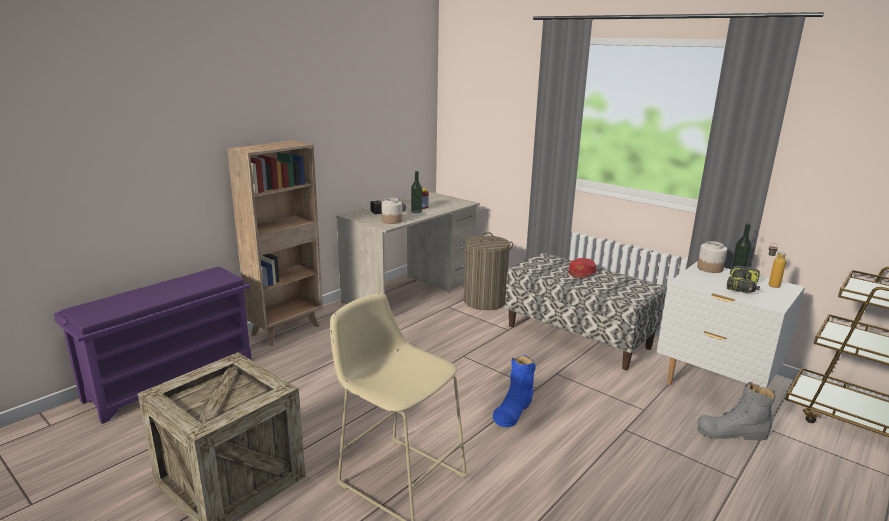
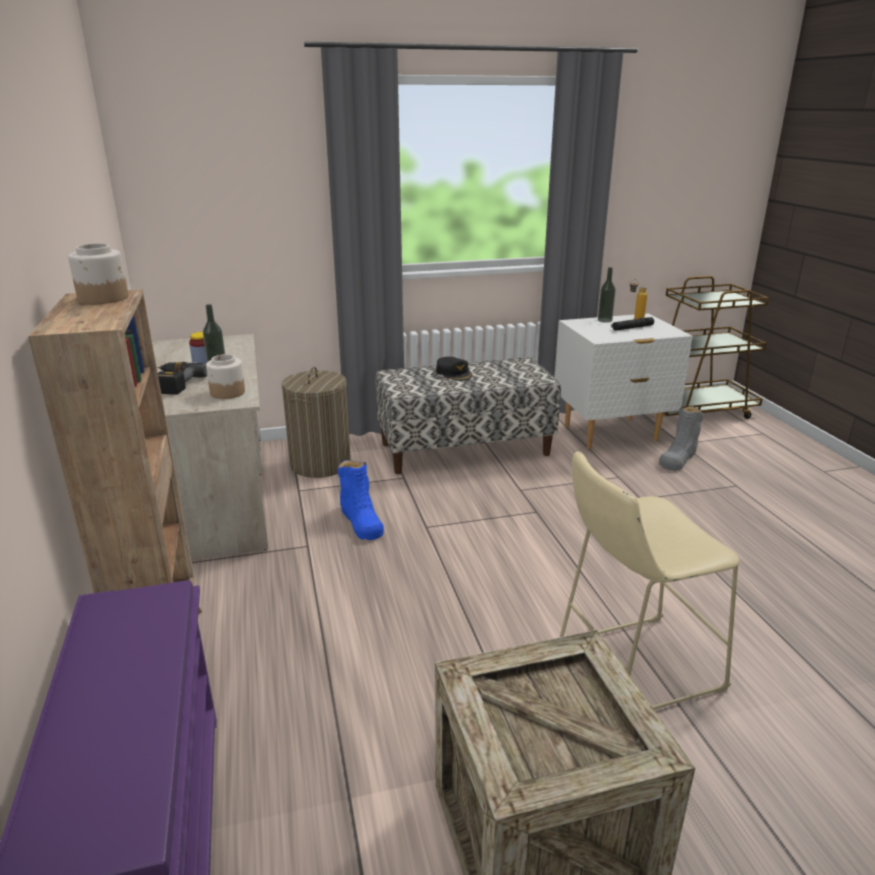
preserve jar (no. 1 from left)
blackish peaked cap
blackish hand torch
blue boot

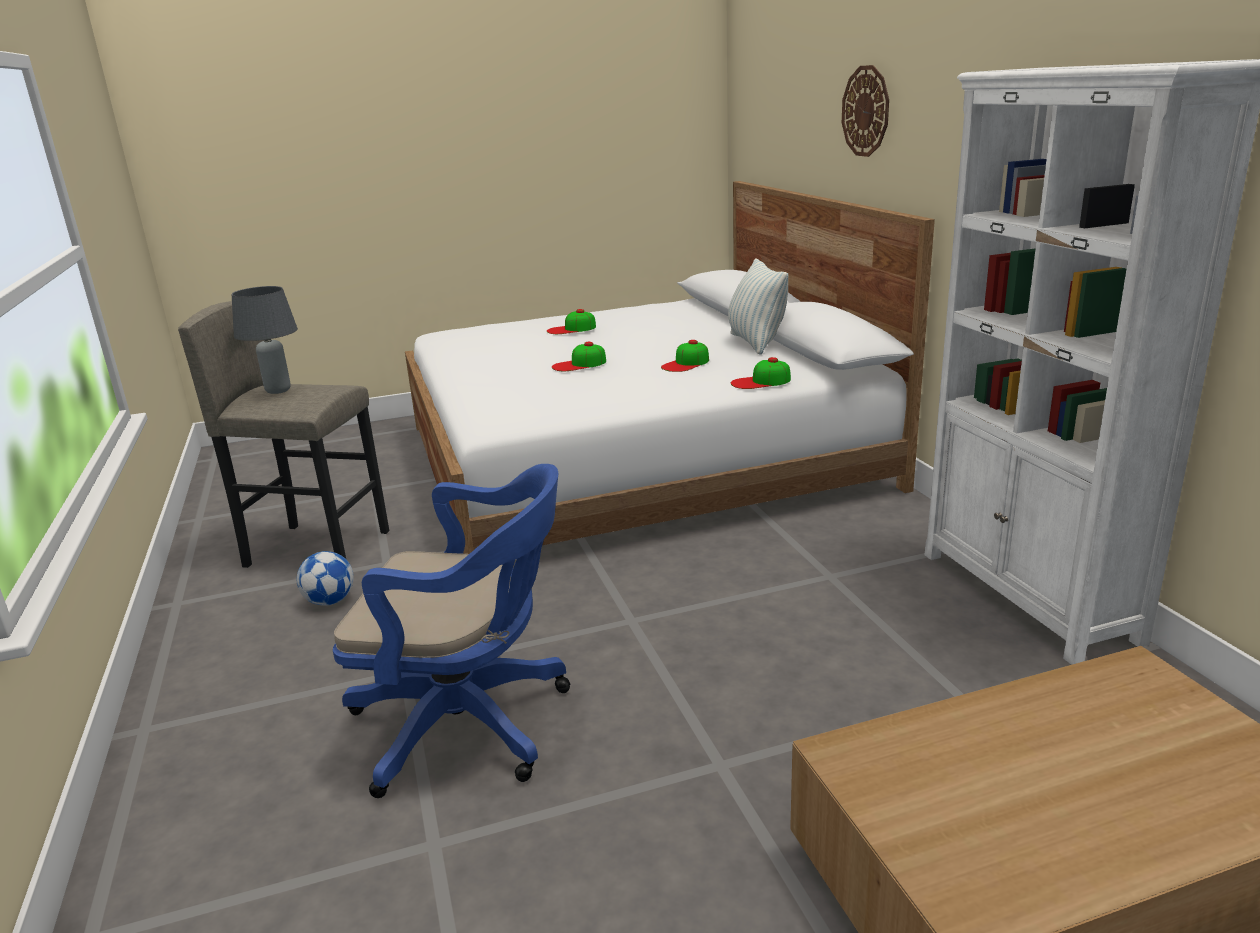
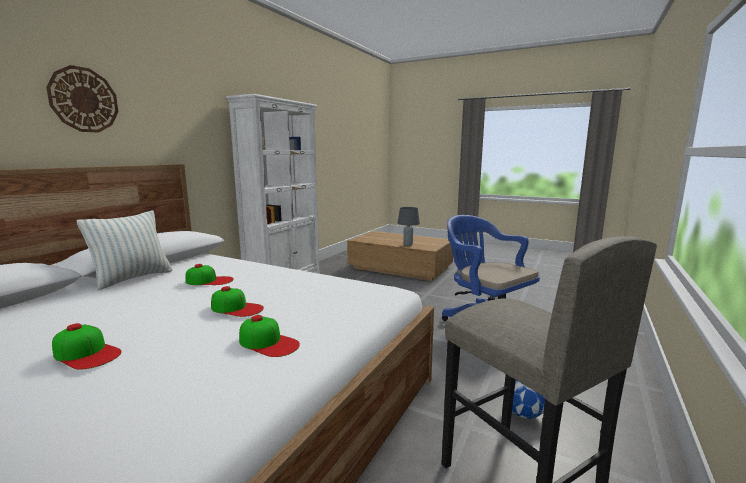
gray lamp for a table
peaked cap (no. 4 from left)

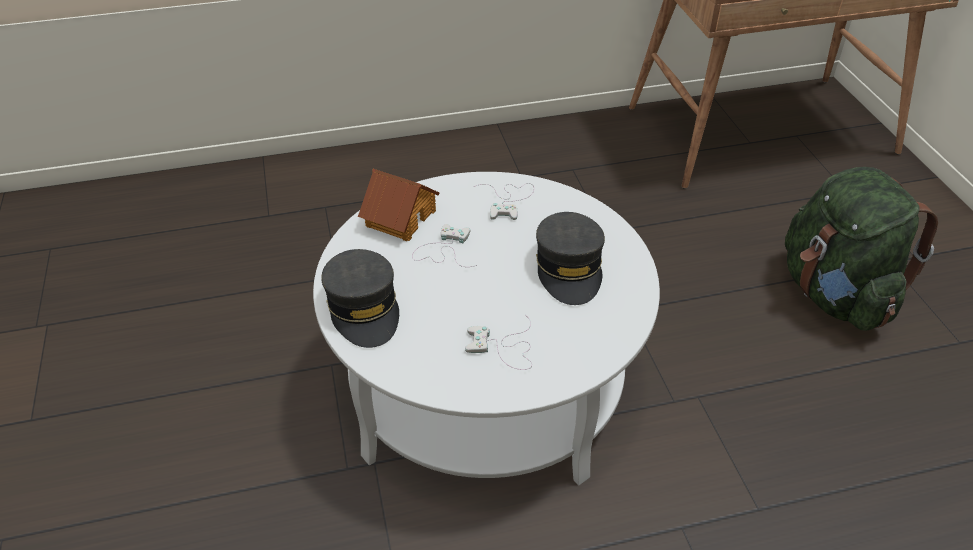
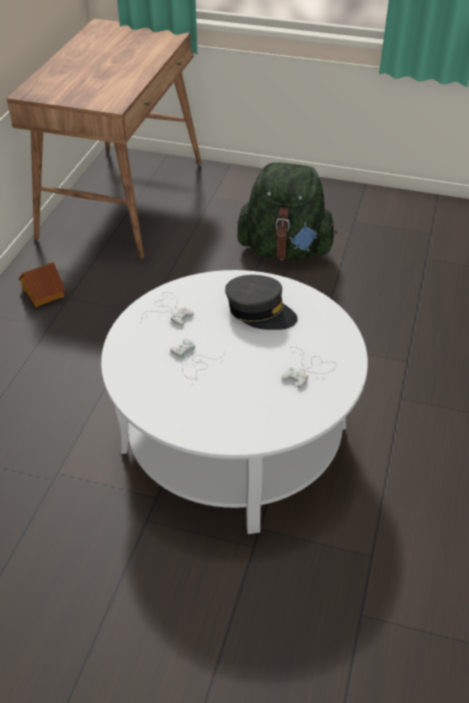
miniature house
gray peaked cap (no. 1 from left in the first image)

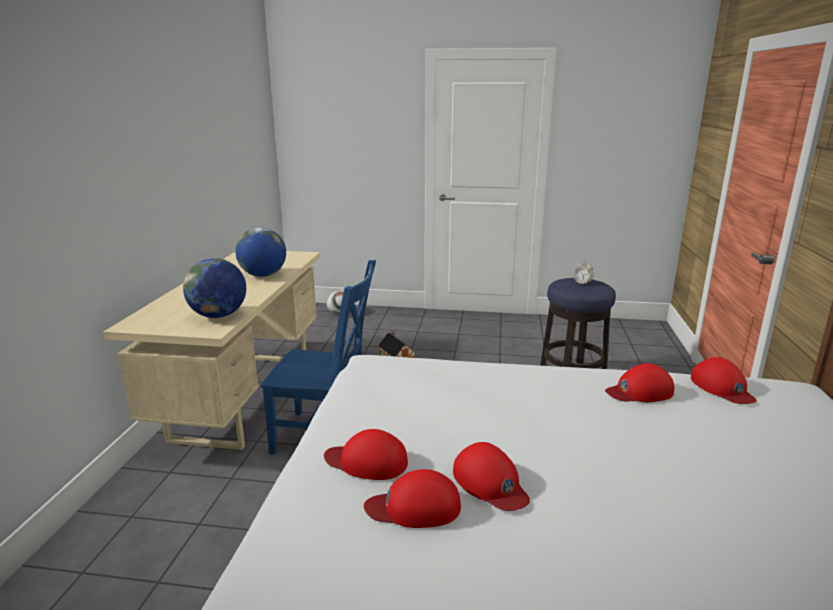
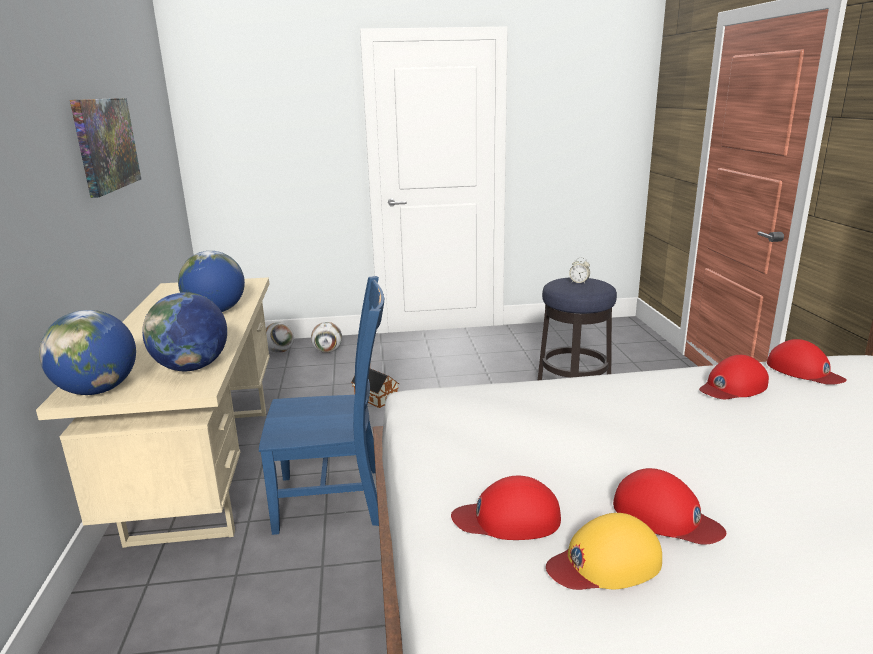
yellow peaked cap
wall picture
globe (no. 1 from left)
ball for football (no. 2 from left)

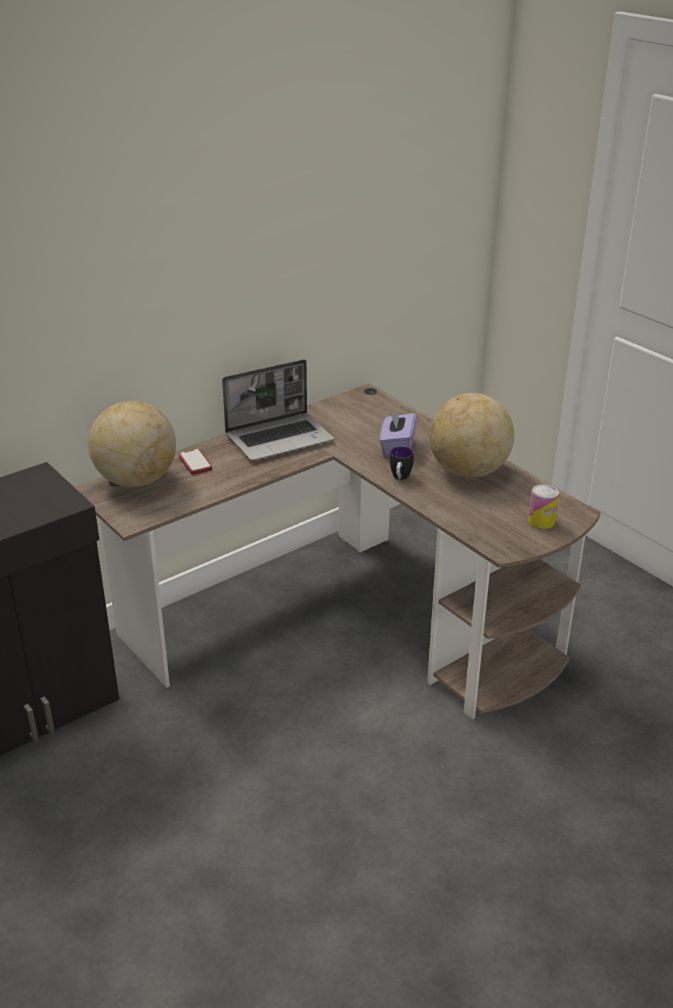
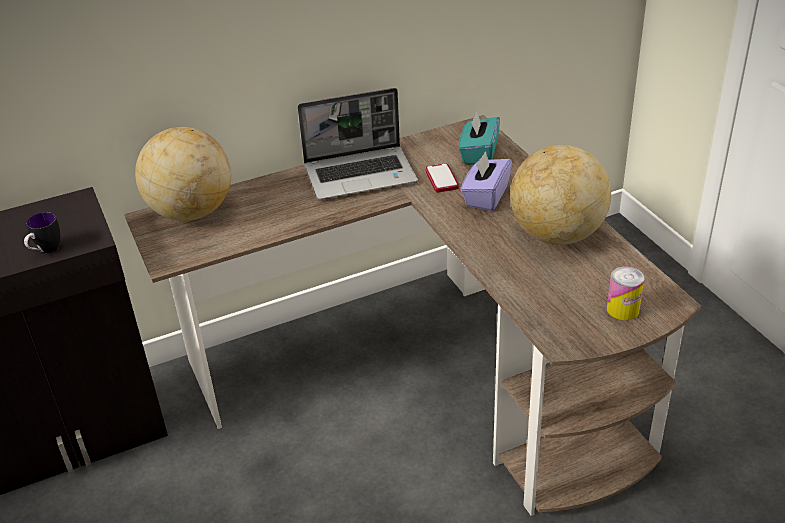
tea mug
handset
turquoise box of tissues

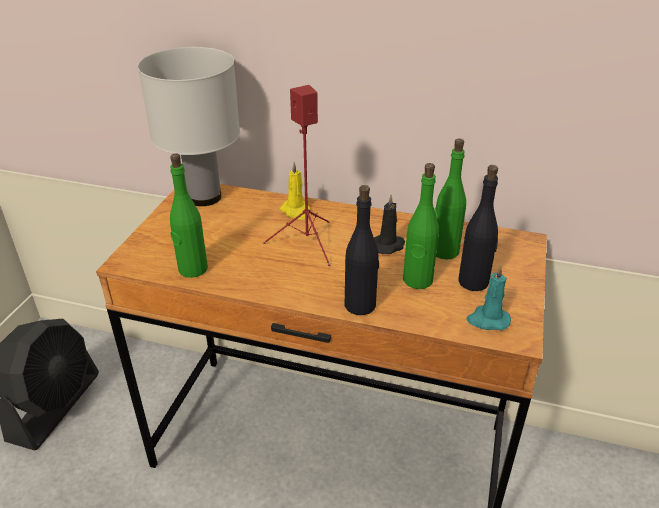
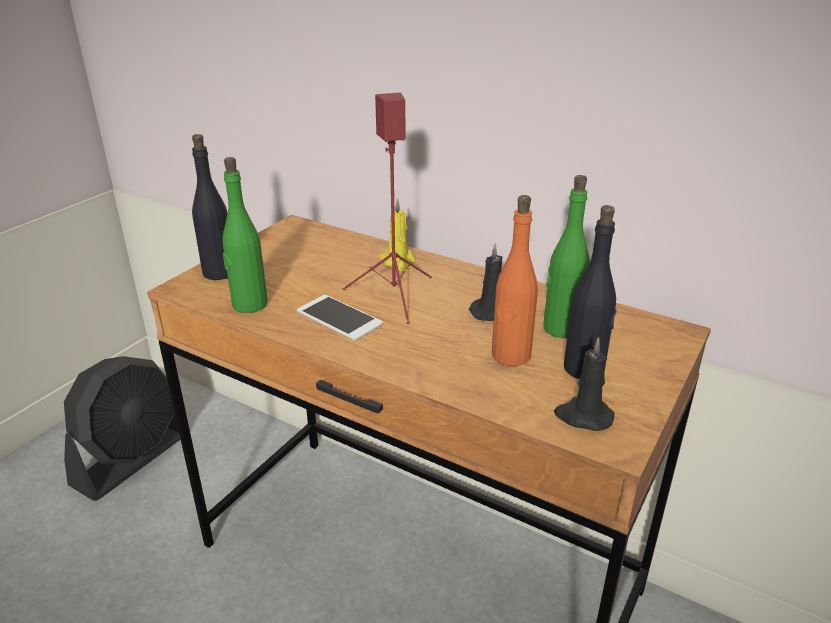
white lamp for a table
orangey beverage bottle
blackish beverage bottle (no. 1 from left)
blackish candle (no. 2 from left)
handset

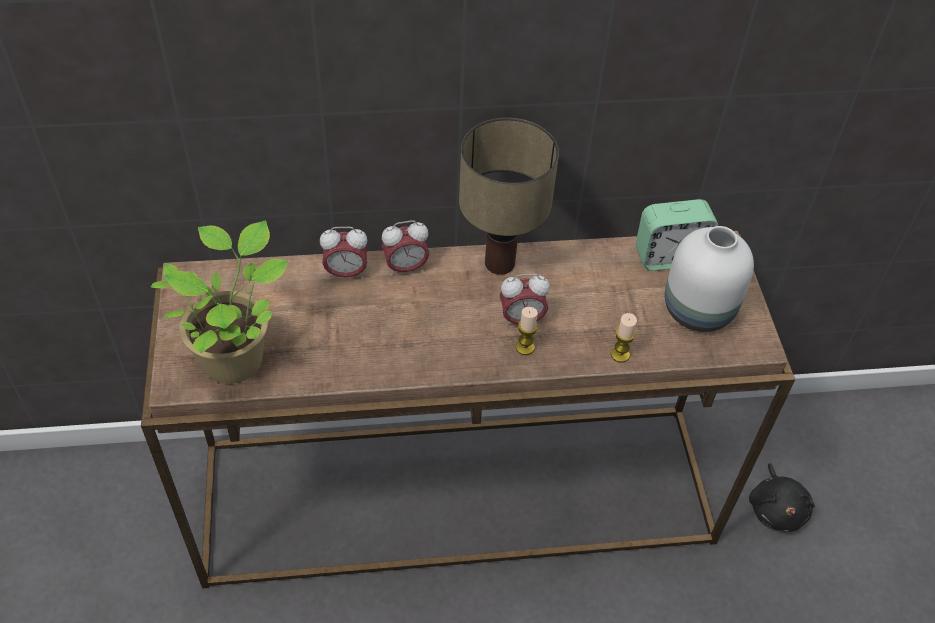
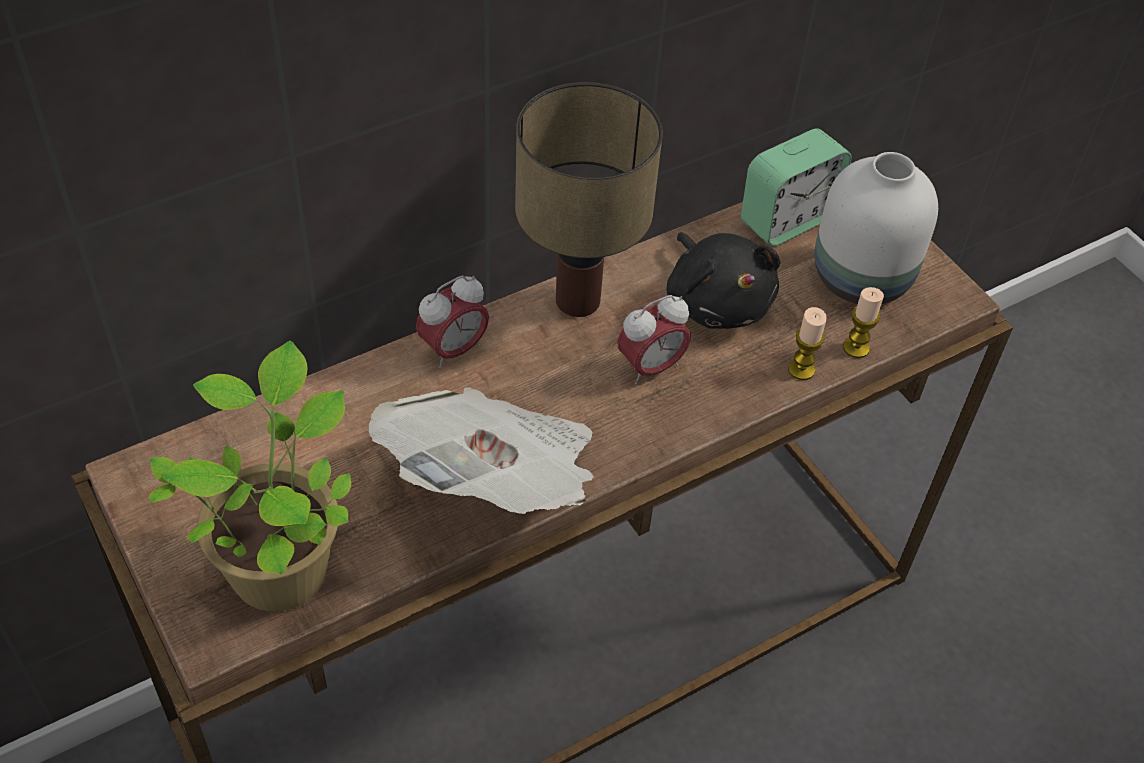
table clock (no. 1 from left in the first image)
candle (no. 2 from left)
blackish plush toy
printed paper

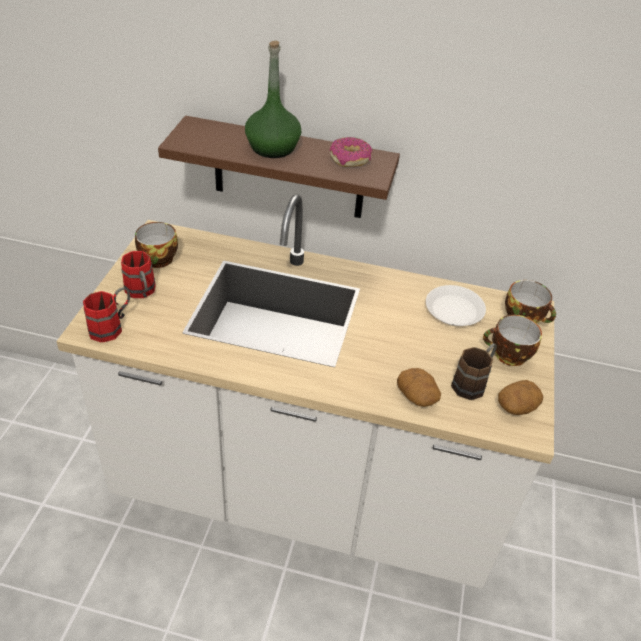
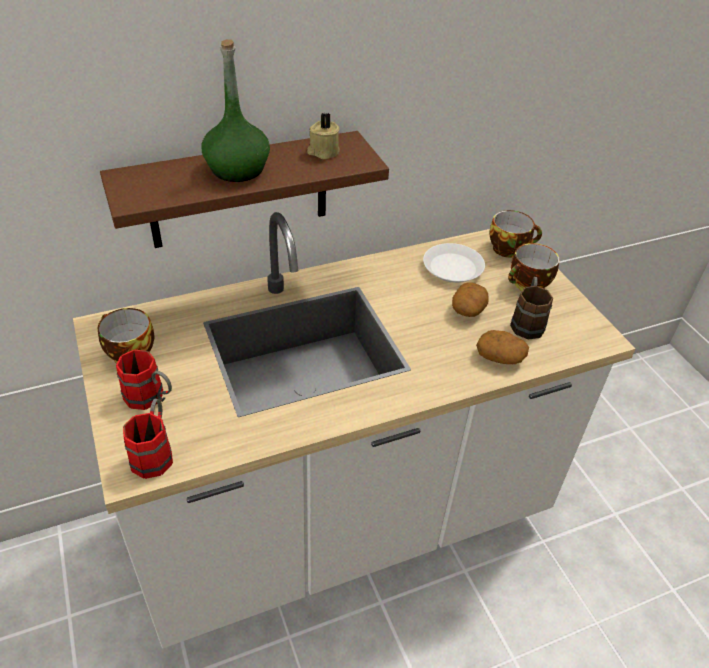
beige-coloured candle
whole potato (no. 1 from left)

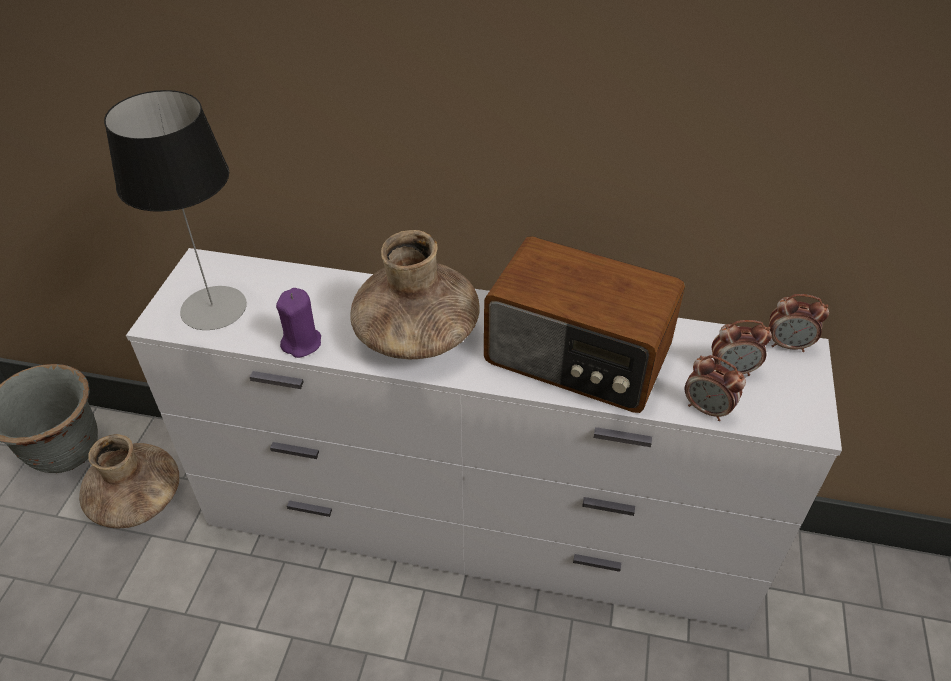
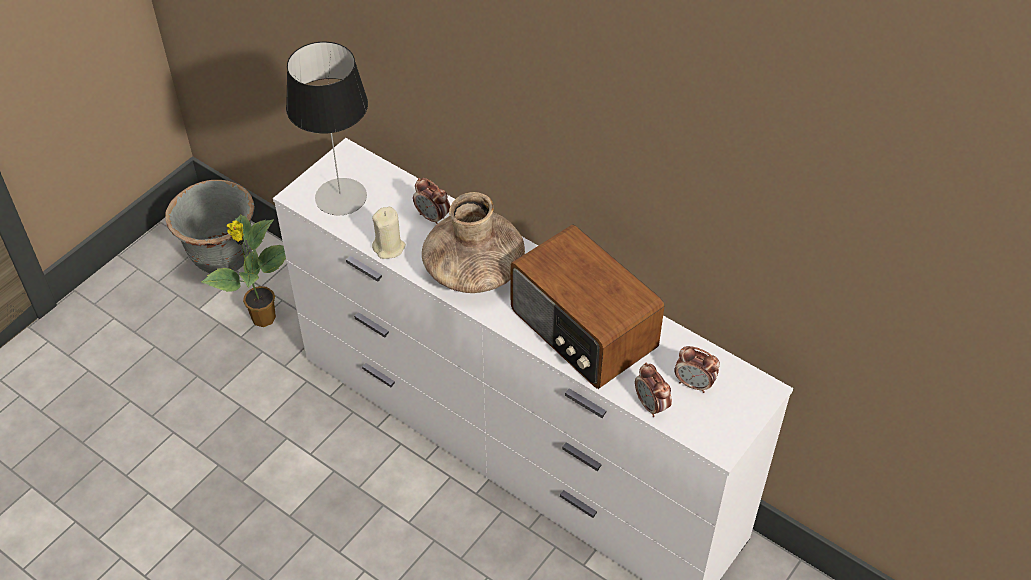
beige-coloured candle
table clock (no. 1 from left)
houseplant

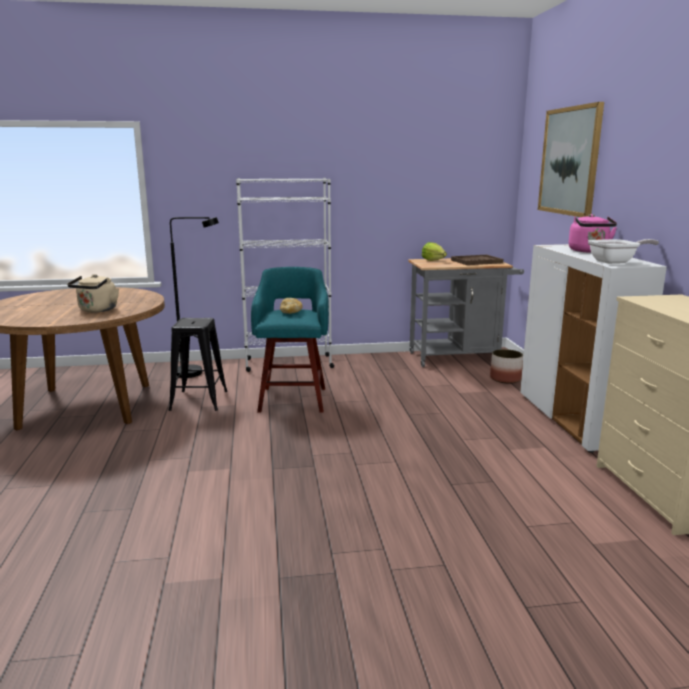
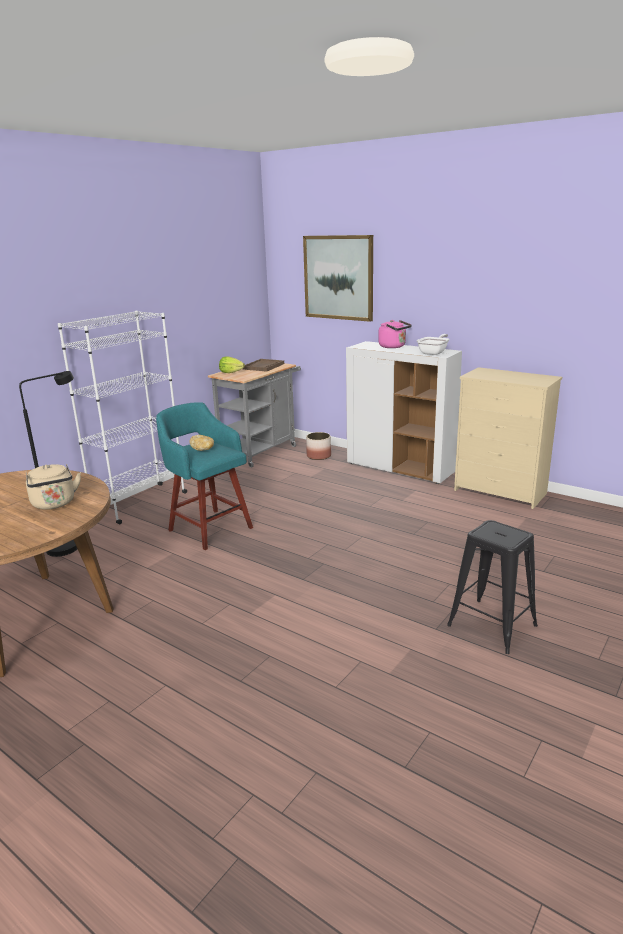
blackish stool

